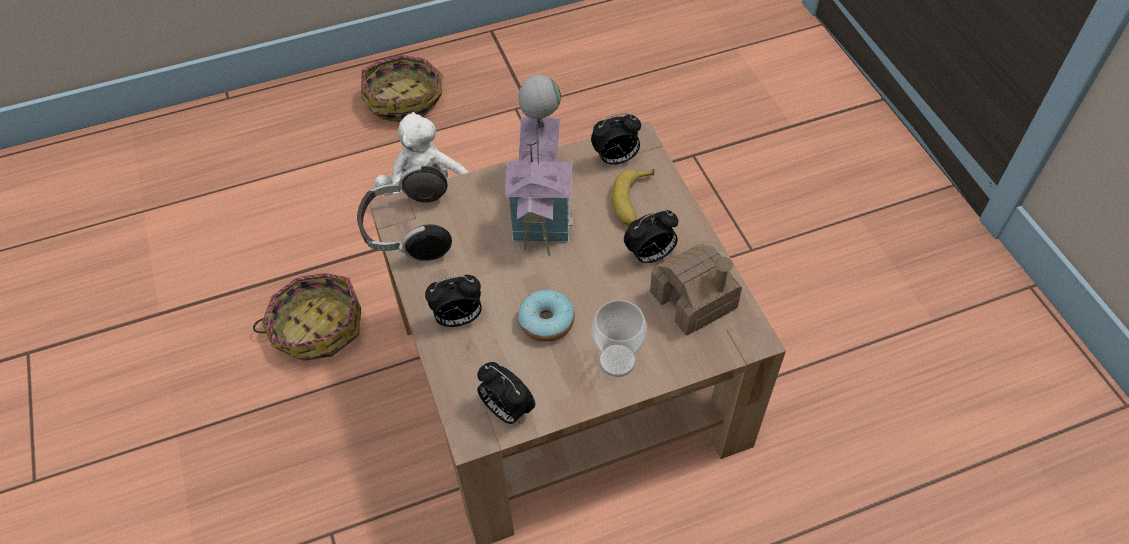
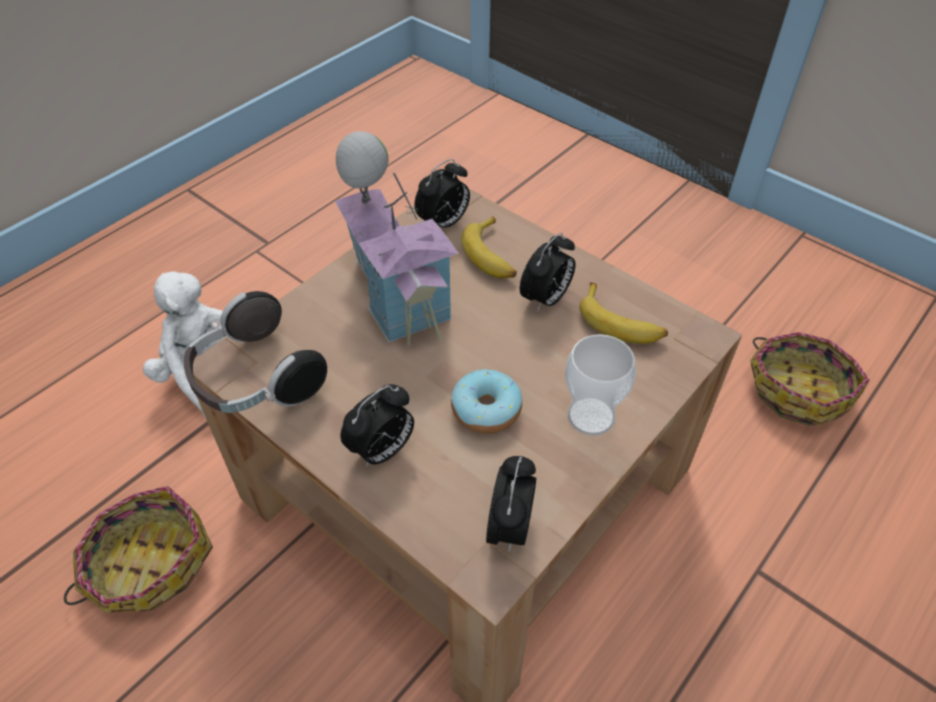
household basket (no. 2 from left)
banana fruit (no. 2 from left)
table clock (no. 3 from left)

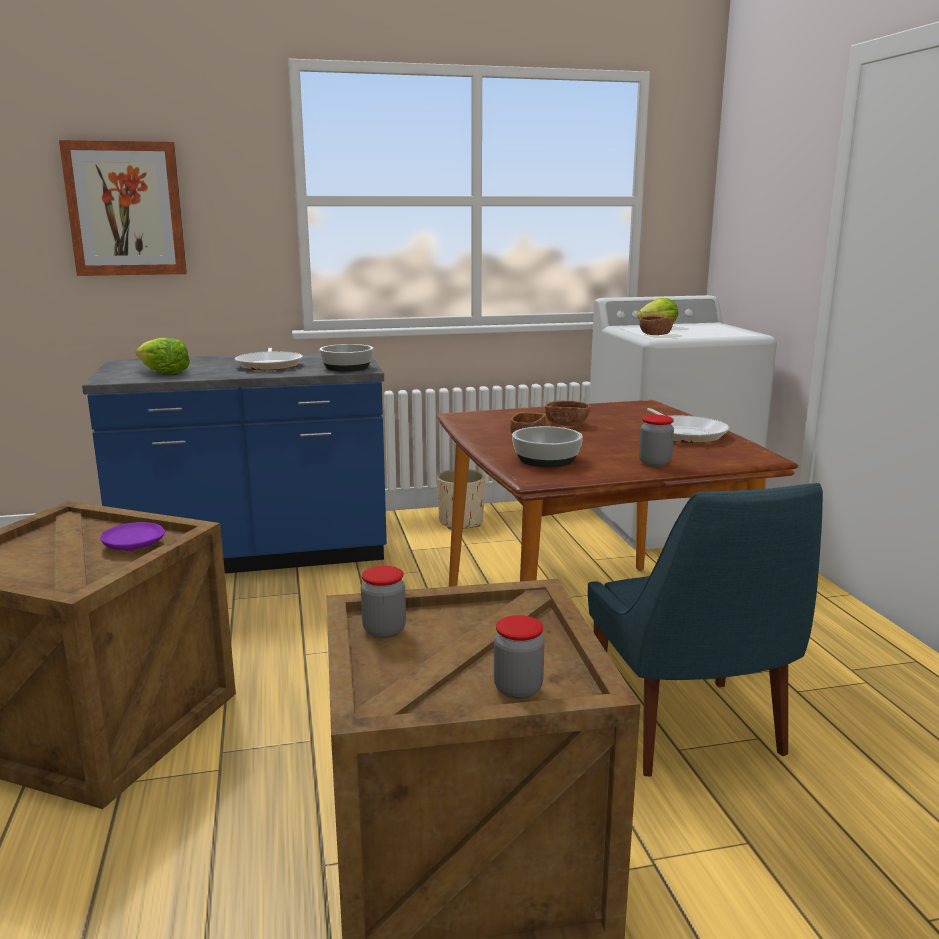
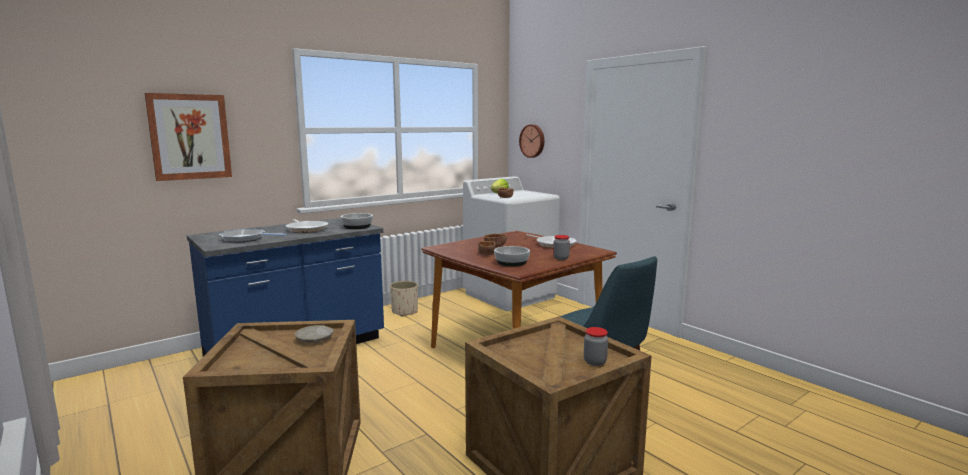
pan (no. 1 from left)
beige-coloured plate
preserve jar (no. 1 from left in the first image)
clock on the wall

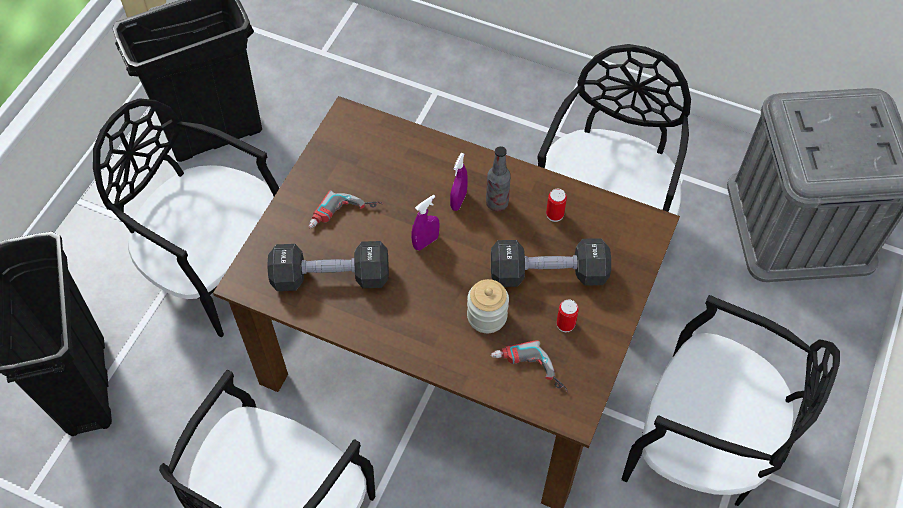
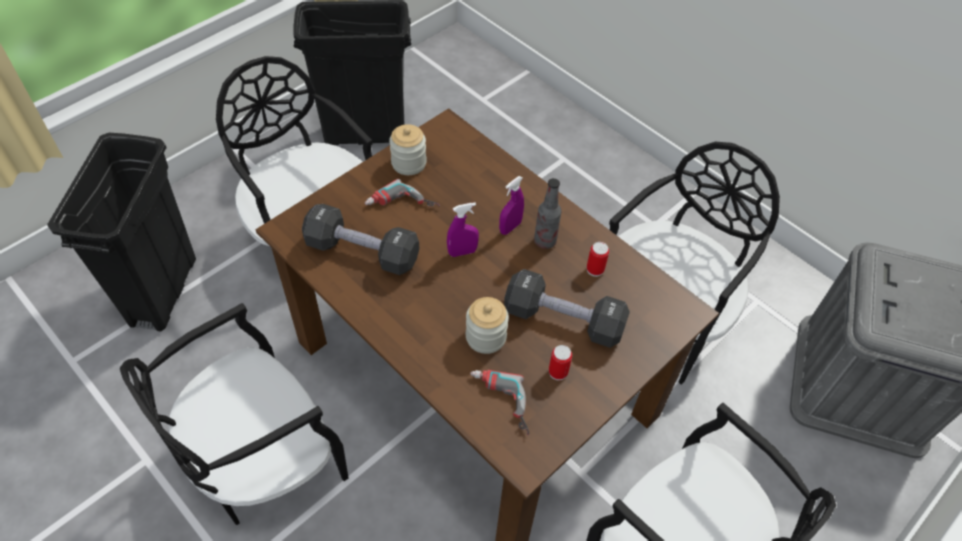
preserve jar (no. 1 from left)

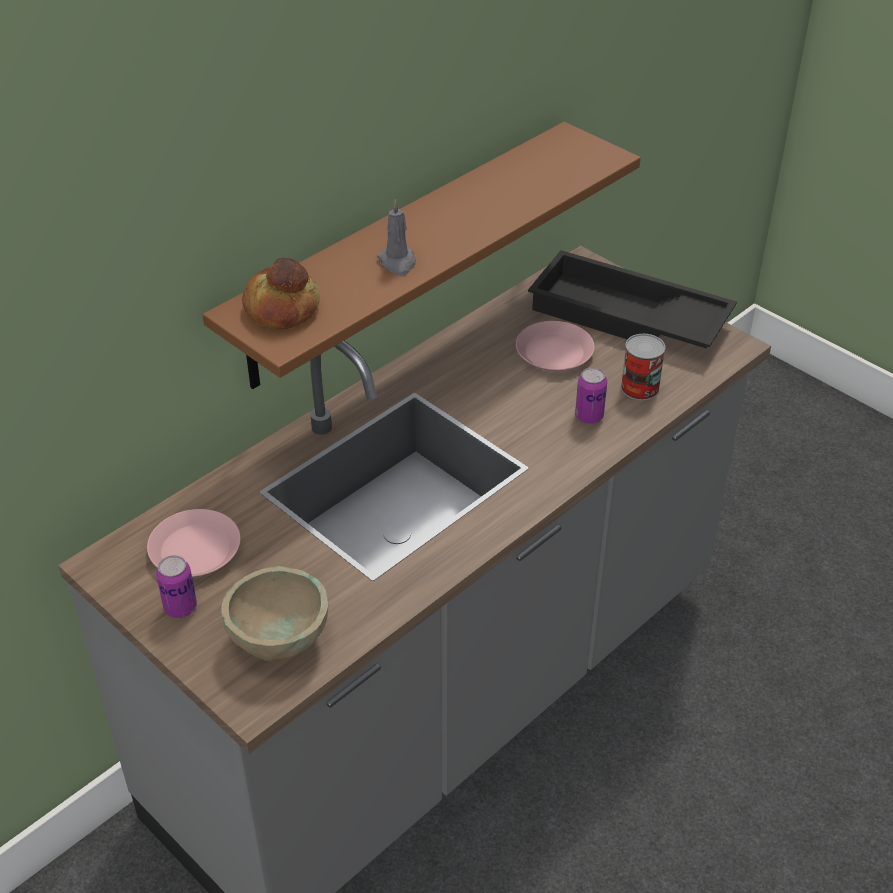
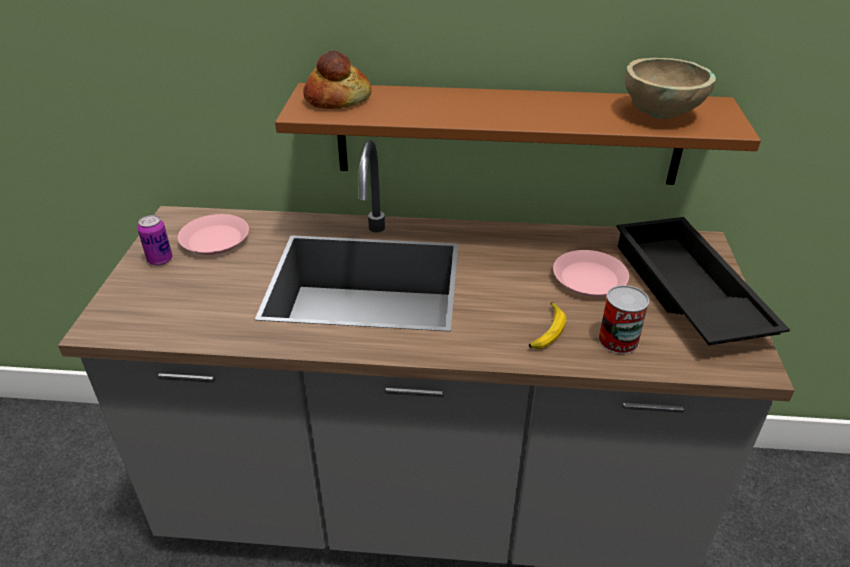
gray candle
banana fruit
beige-coloured deep dish

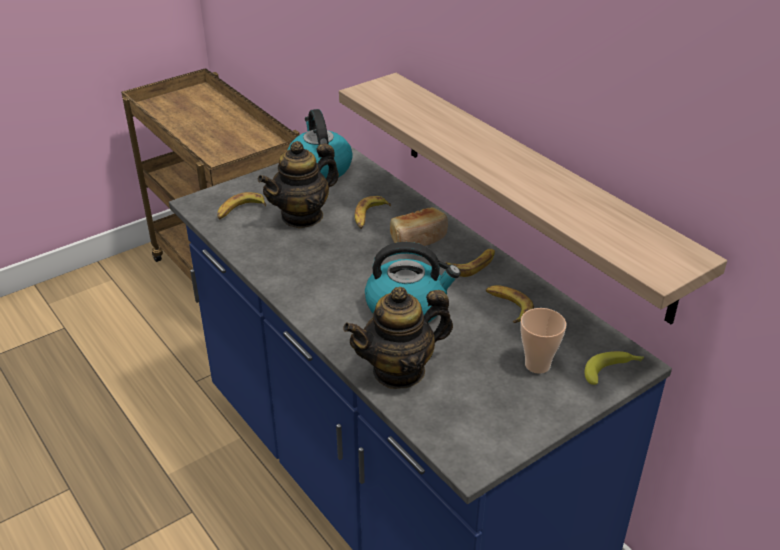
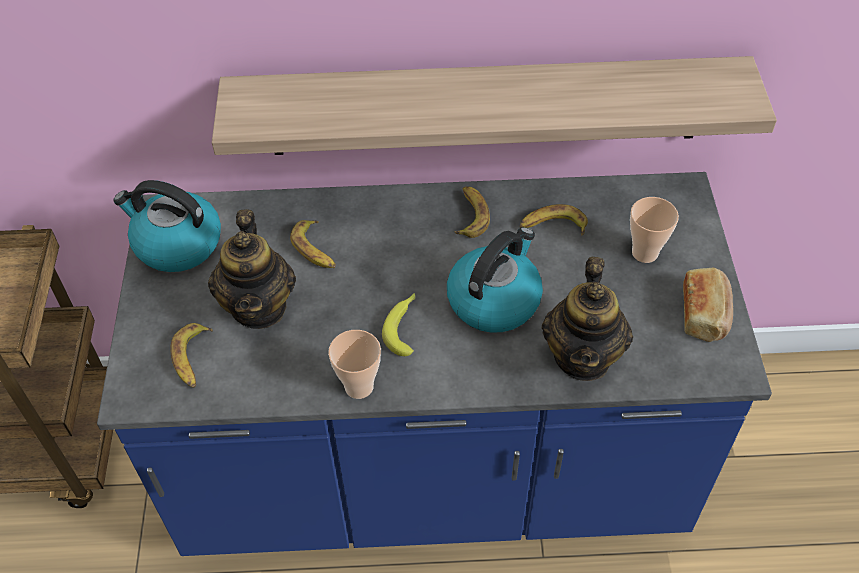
bread
banana fruit (no. 3 from left)
cup (no. 1 from left)

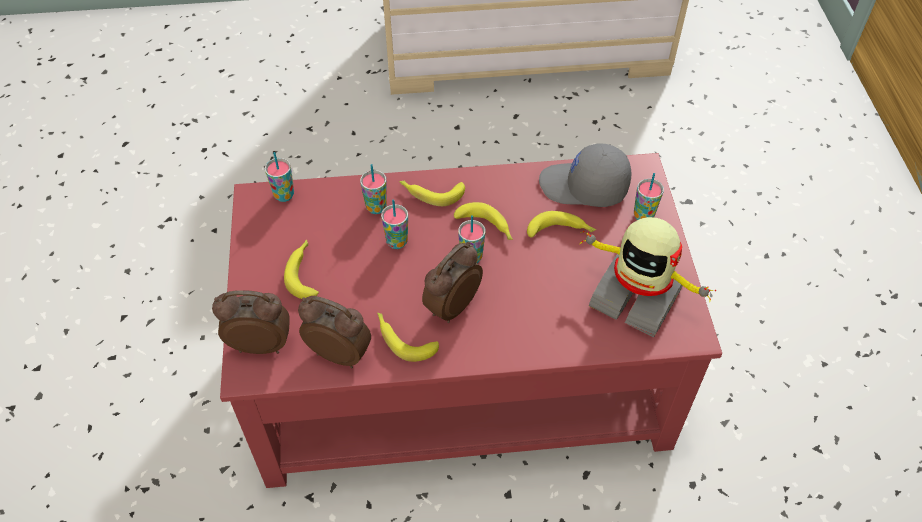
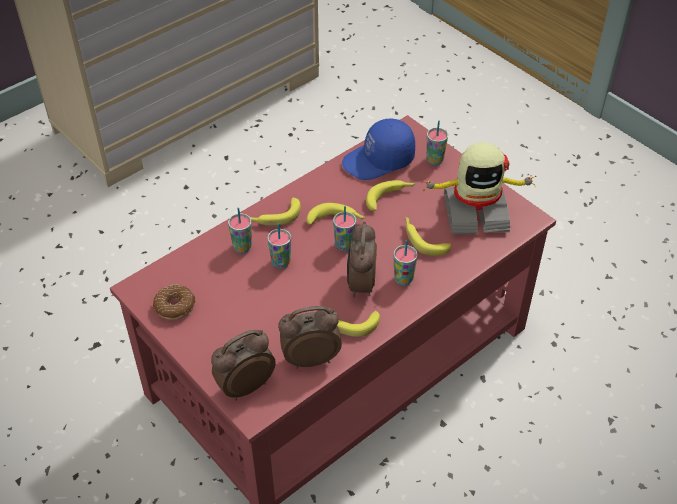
blue peaked cap
cup (no. 4 from left)
banana fruit (no. 5 from left)
ring doughnut

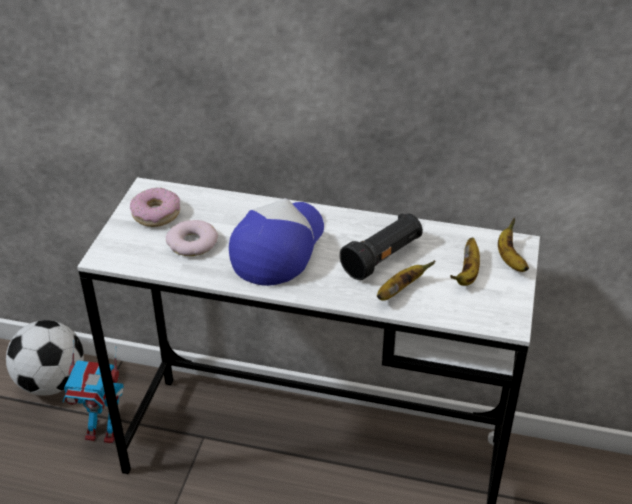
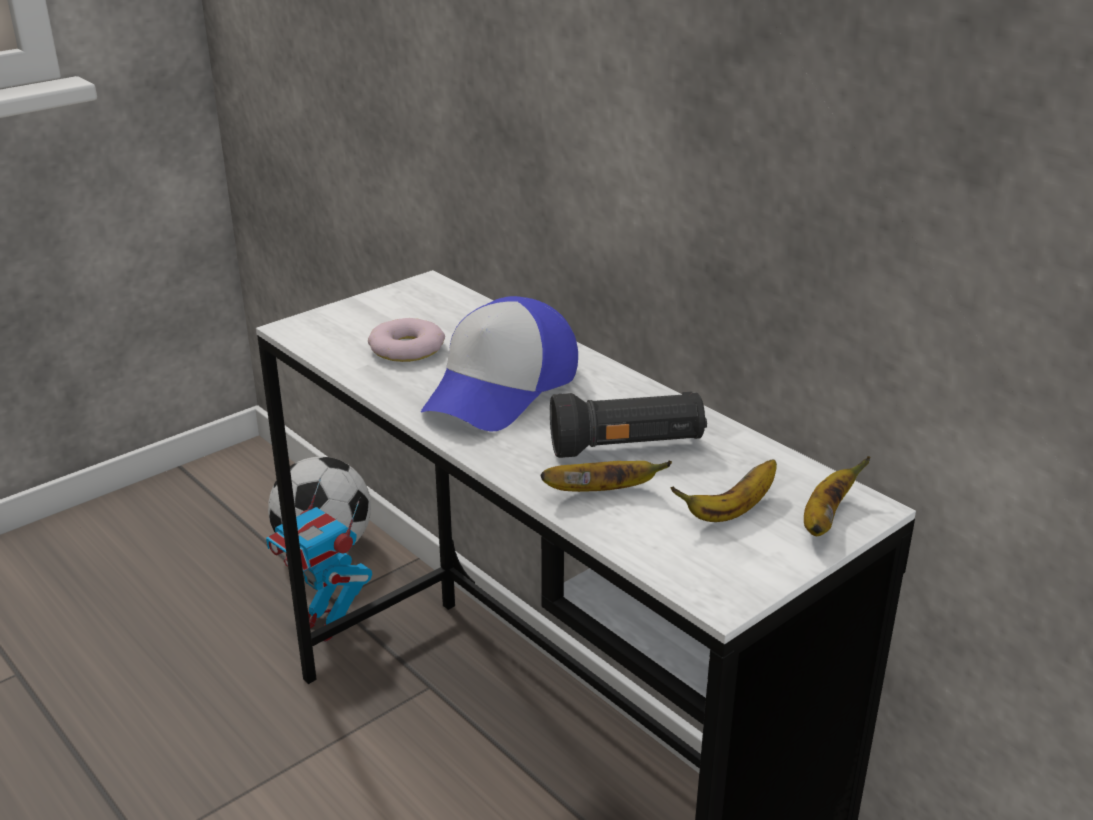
ring doughnut (no. 1 from left in the first image)
peaked cap

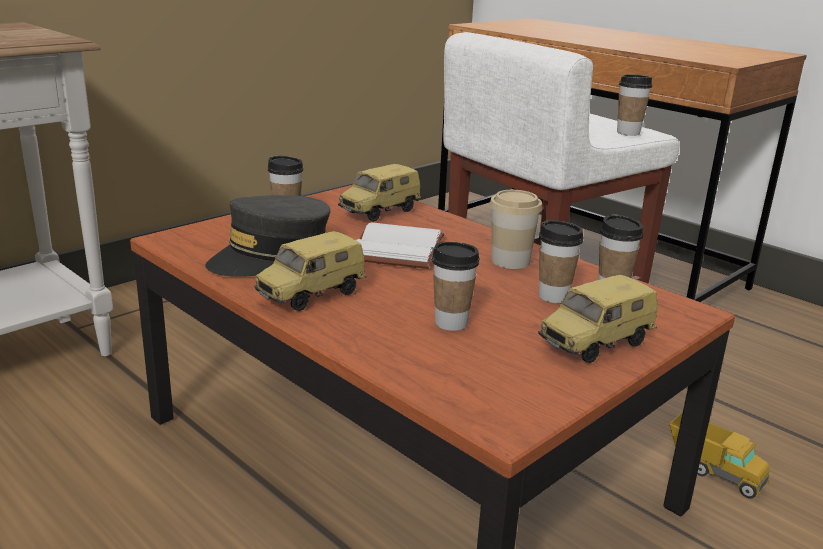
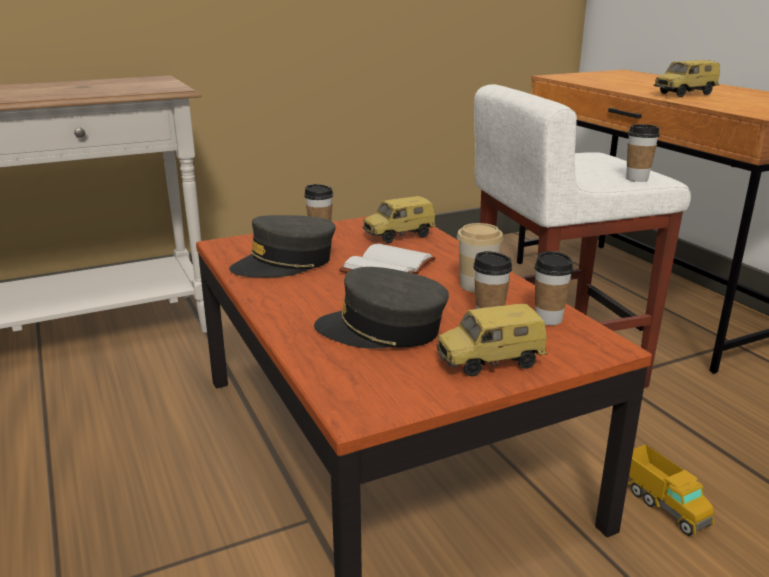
toy car (no. 3 from left)
gray peaked cap (no. 2 from left)

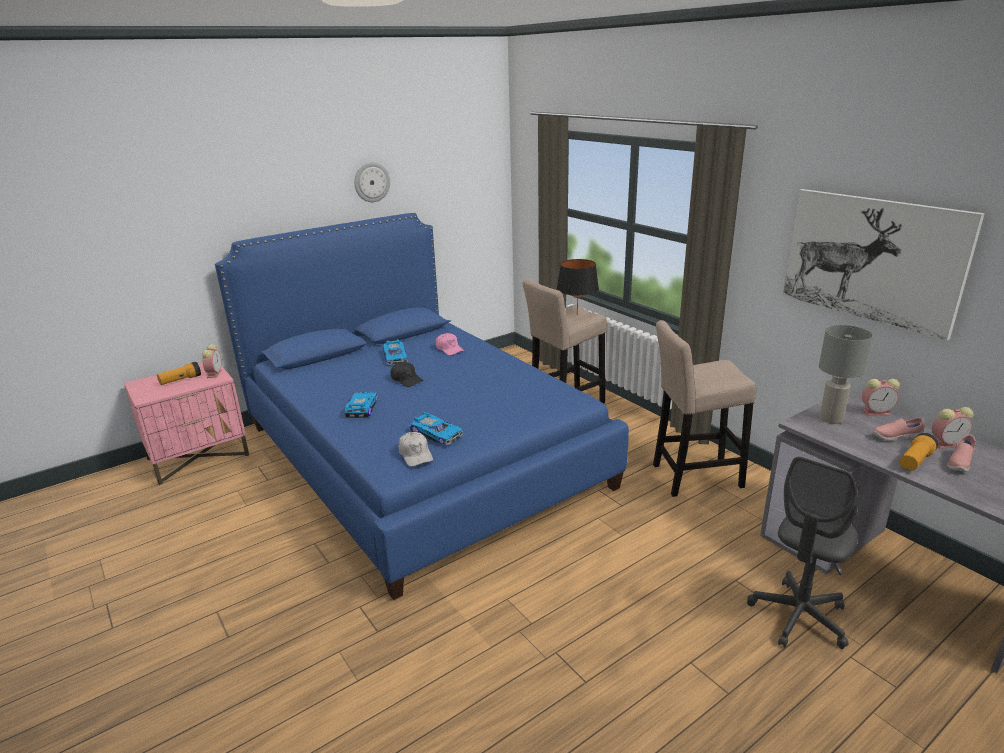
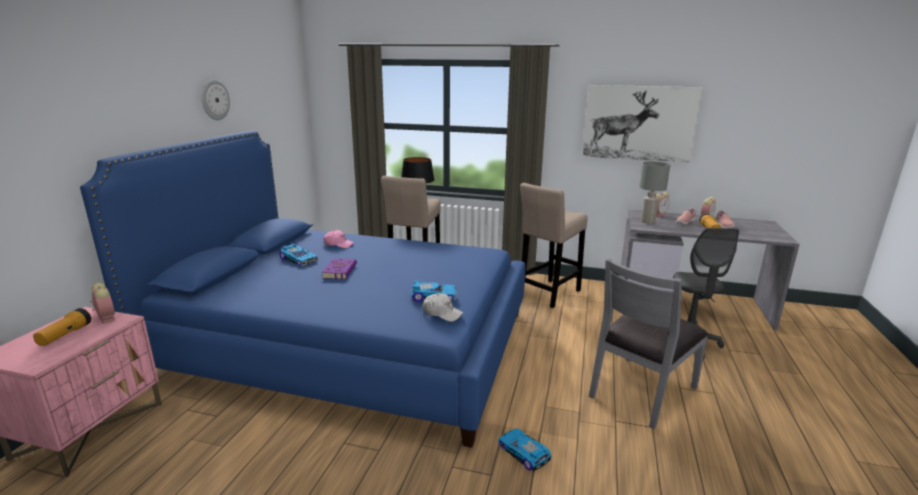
purple bound book
toy car (no. 3 from left)
gray chair

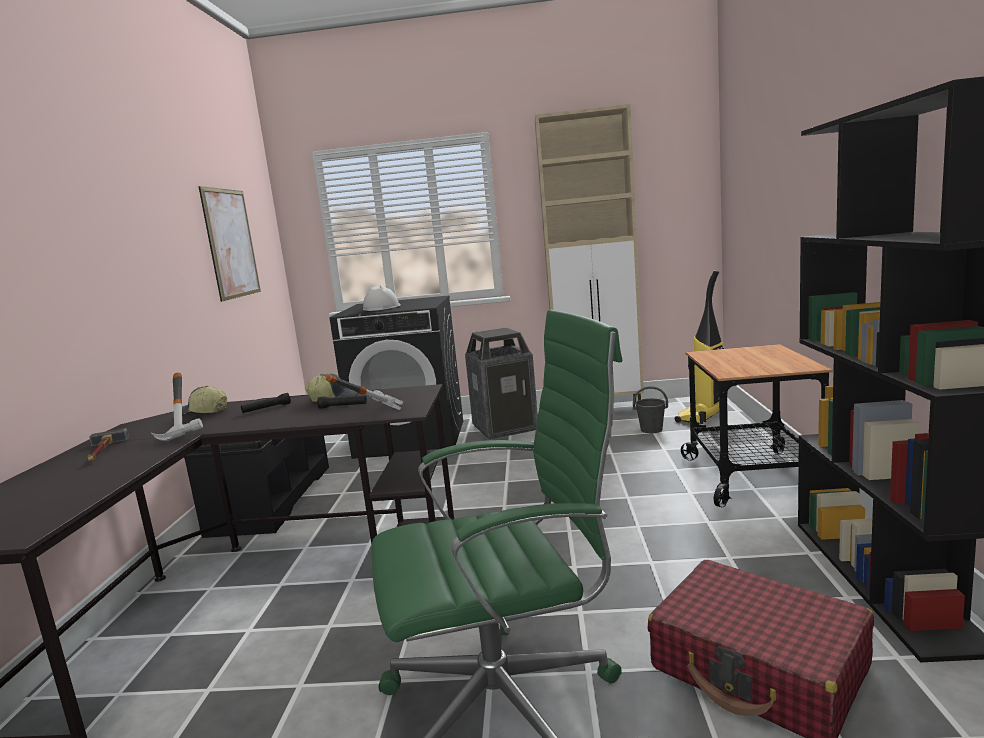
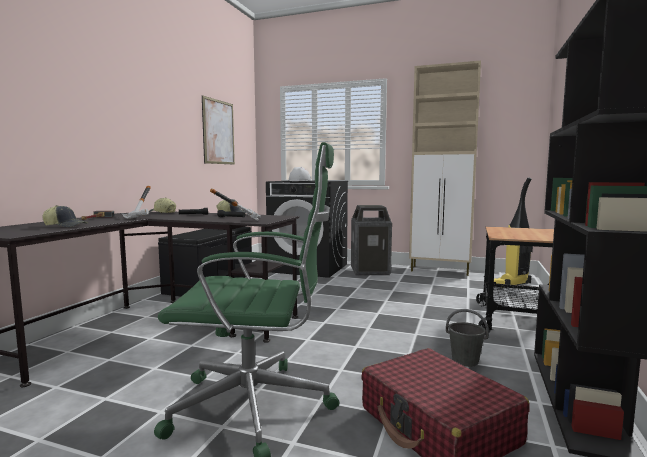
gray pail
peaked cap (no. 1 from left)

